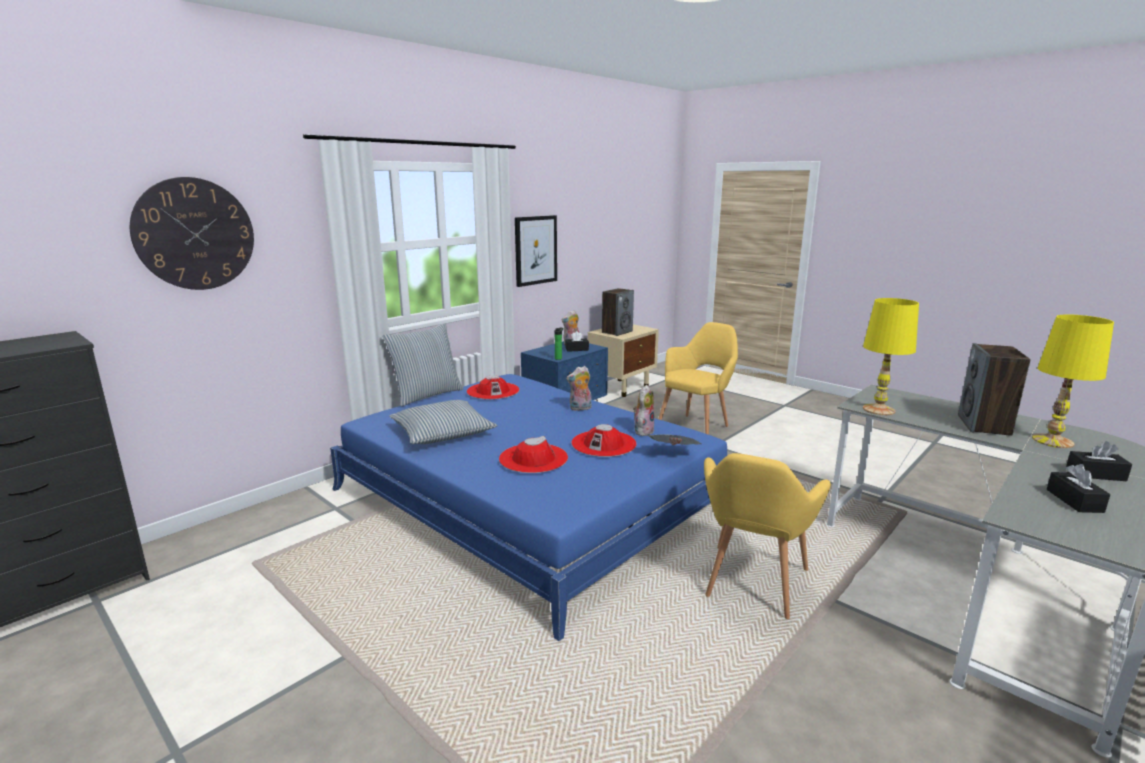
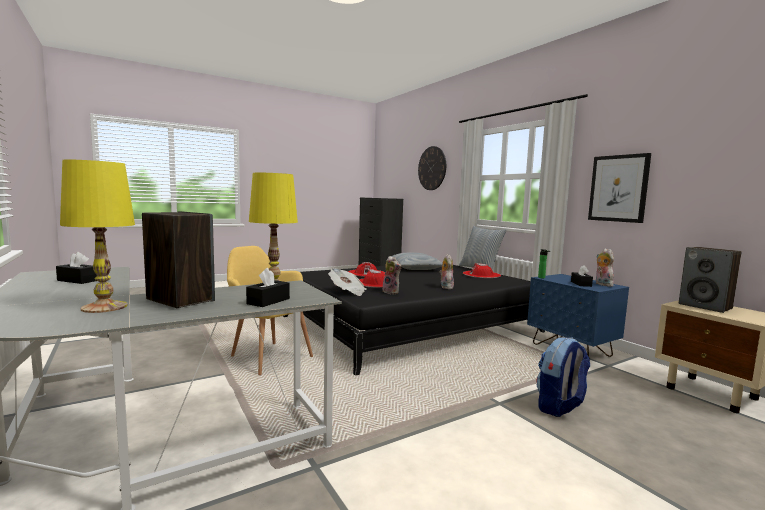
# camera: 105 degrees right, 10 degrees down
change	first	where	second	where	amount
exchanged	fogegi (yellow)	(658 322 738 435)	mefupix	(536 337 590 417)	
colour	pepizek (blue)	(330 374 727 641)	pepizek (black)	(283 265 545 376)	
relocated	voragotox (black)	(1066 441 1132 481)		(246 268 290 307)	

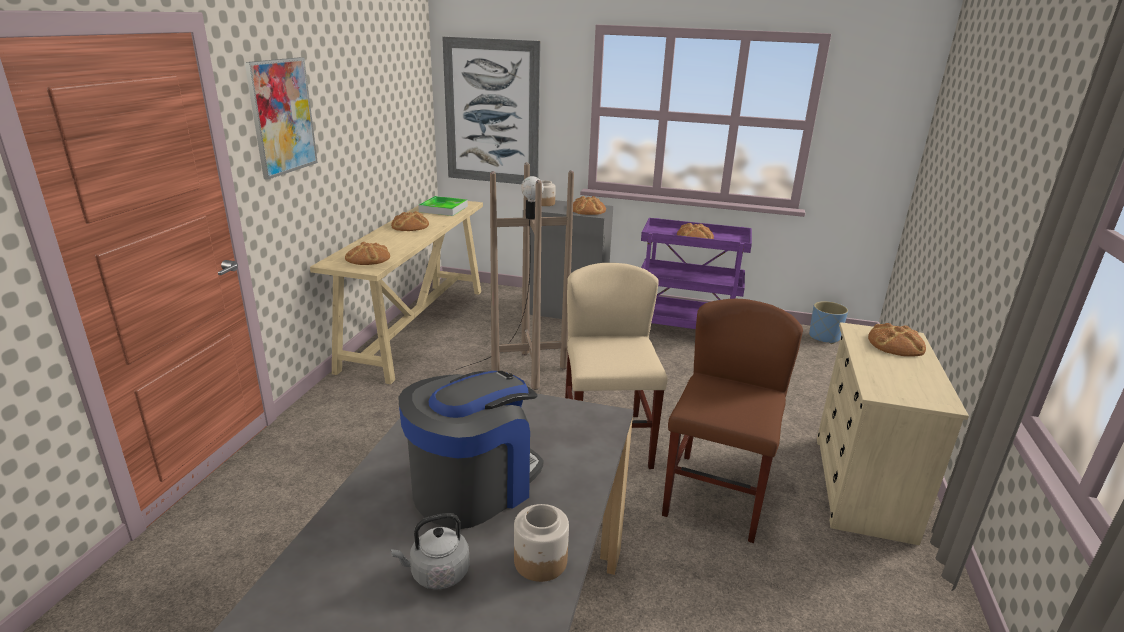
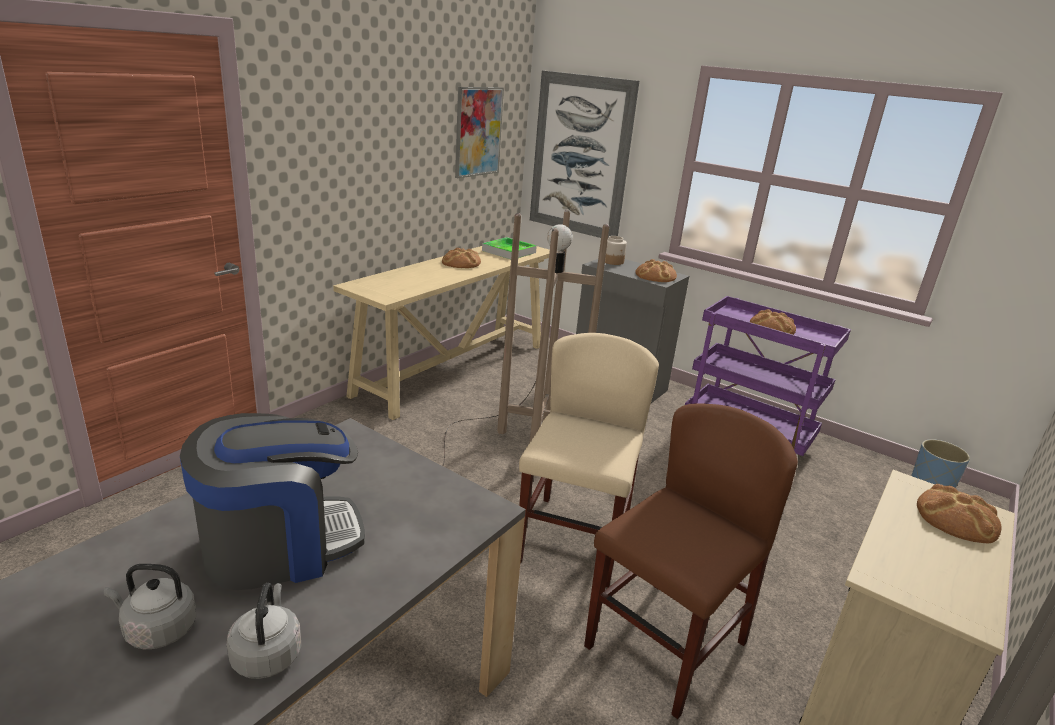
# camera: 20 degrees right, 0 degrees up
change	first	where	second	where	amount
relocated	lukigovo	(245 57 318 180)		(455 87 504 178)	
missing	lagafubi	(345 242 390 265)			
exchanged	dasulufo	(514 504 569 582)	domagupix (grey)	(227 583 301 679)	

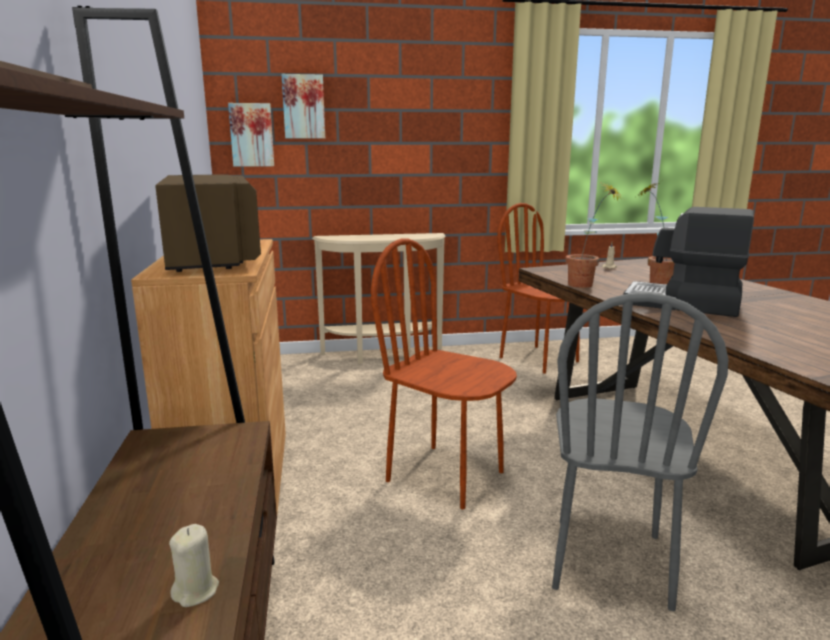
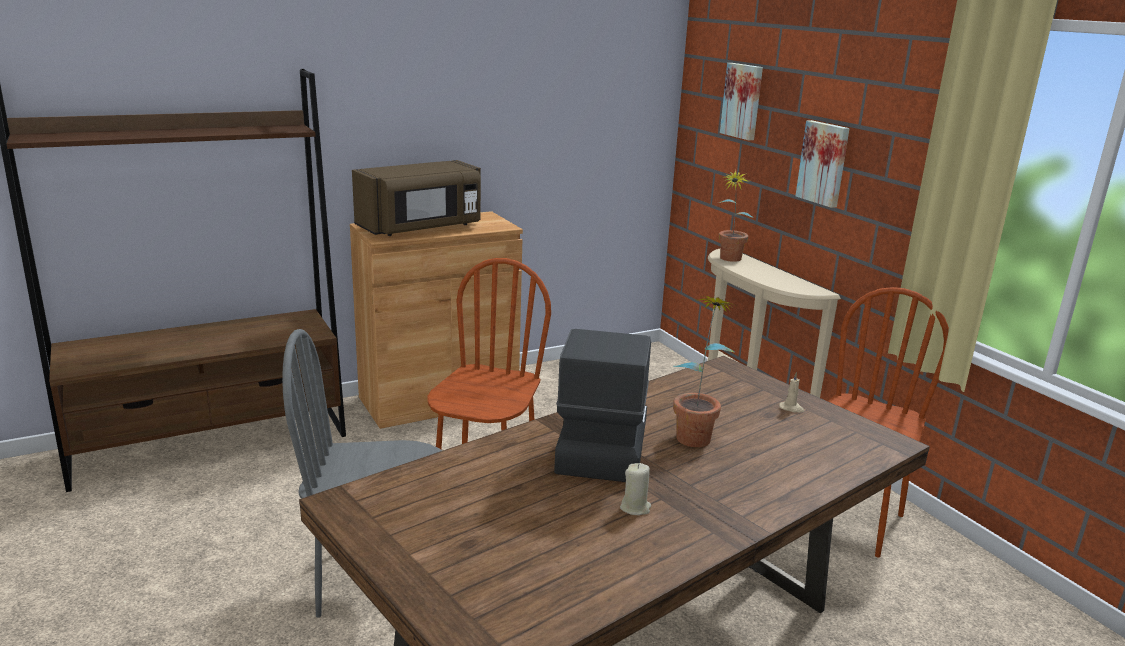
# camera: 70 degrees right, 5 degrees up
change	first	where	second	where	amount
relocated	lukigovo	(228 103 274 167)		(795 120 850 208)	
relocated	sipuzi	(566 181 623 288)		(719 169 754 262)	
relocated	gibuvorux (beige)	(169 524 219 607)		(620 463 651 515)	

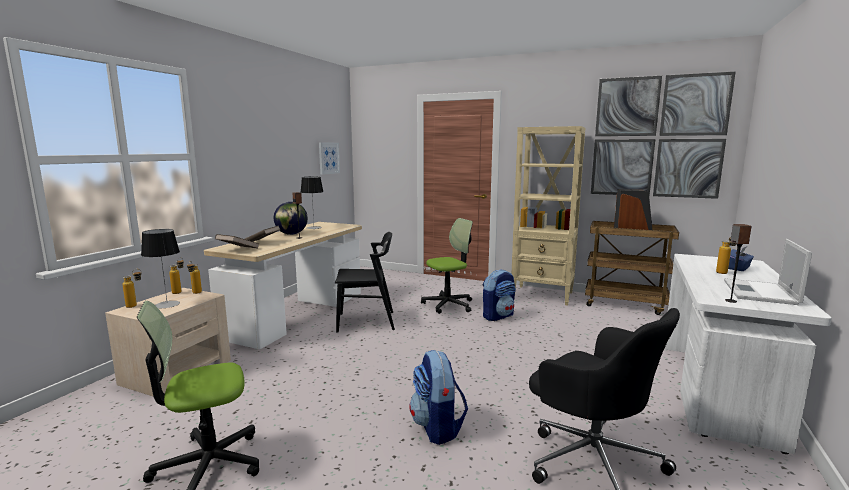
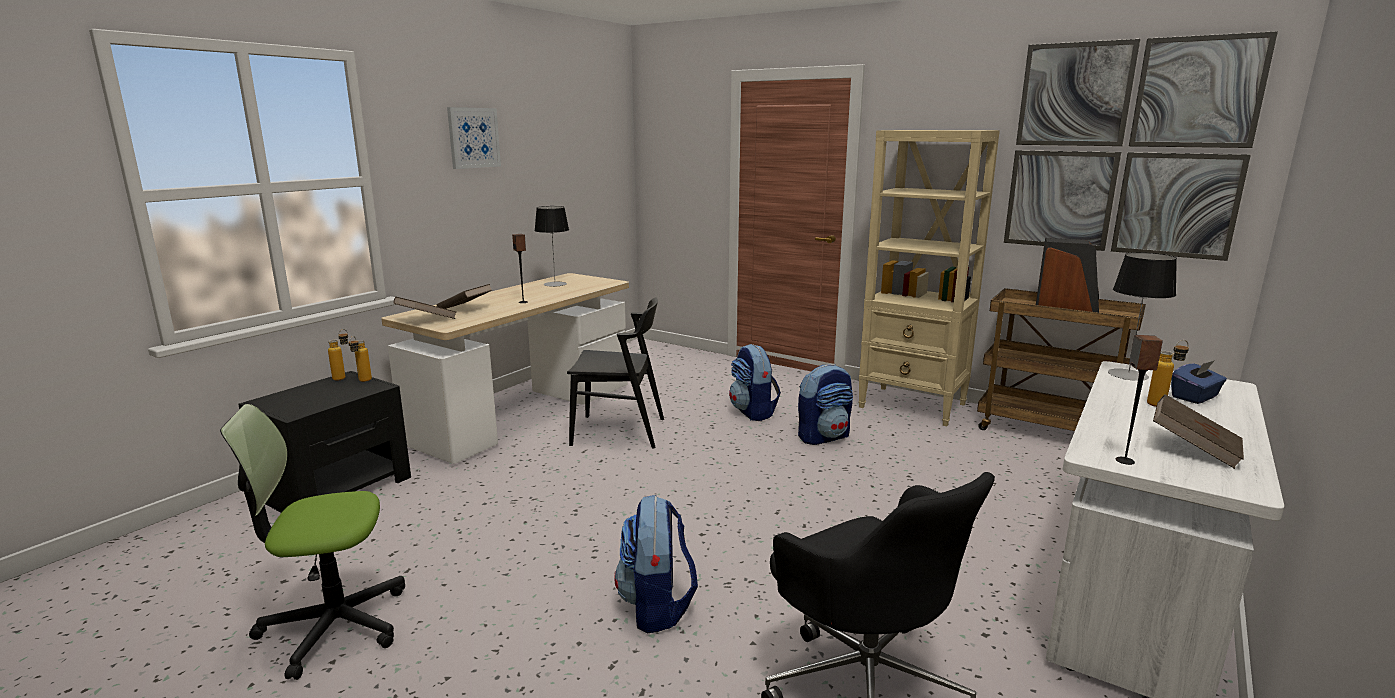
# camera: 10 degrees right, 5 degrees up
change	first	where	second	where	amount
relocated	lukigovo	(319 142 340 175)		(447 107 501 169)	
missing	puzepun	(274 202 308 235)			
exchanged	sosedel	(421 218 473 314)	mefupix	(729 344 781 421)	
relocated	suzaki	(141 229 180 308)		(1108 252 1177 381)	
exchanged	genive	(724 239 812 305)	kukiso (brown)	(1153 394 1244 469)	
missing	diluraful	(123 269 142 308)			
colour	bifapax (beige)	(105 288 231 396)	bifapax (black)	(238 371 411 513)	

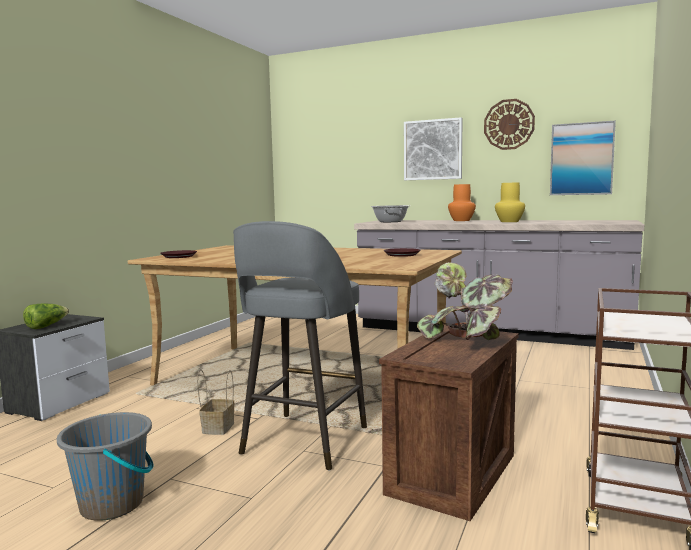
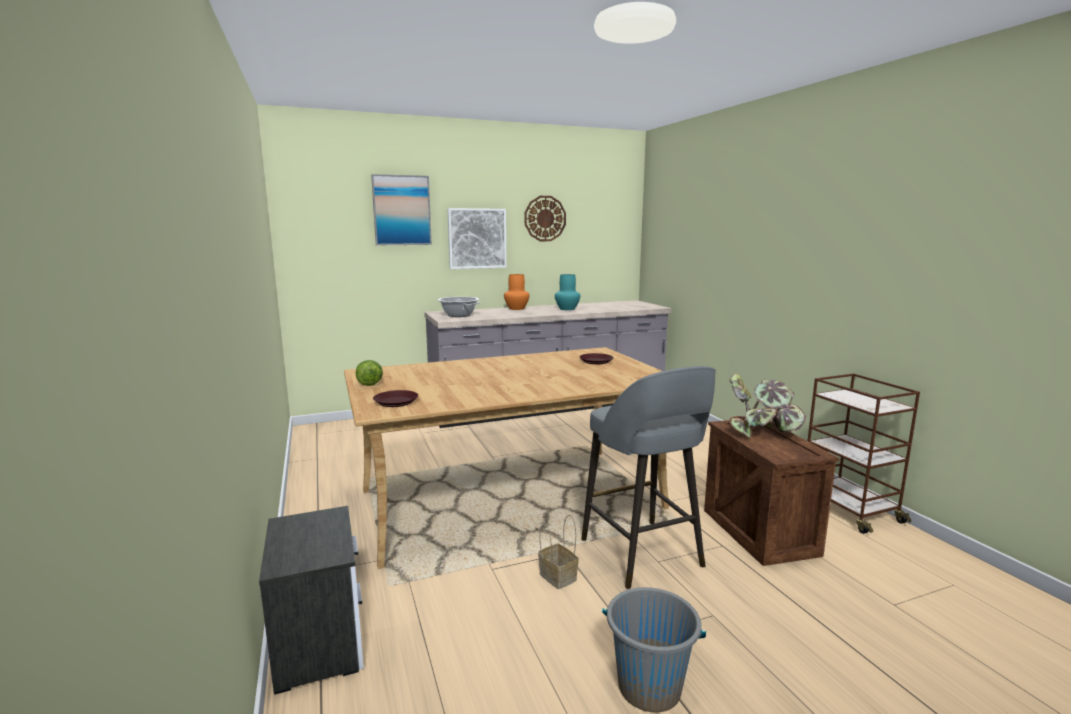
# camera: 45 degrees left, 5 degrees up
change	first	where	second	where	amount
relocated	lukigovo	(550 121 616 195)		(371 174 432 245)	
colour	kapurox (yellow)	(495 183 525 222)	kapurox (turquoise)	(555 274 580 310)	
relocated	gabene	(23 303 69 329)		(356 360 383 386)	

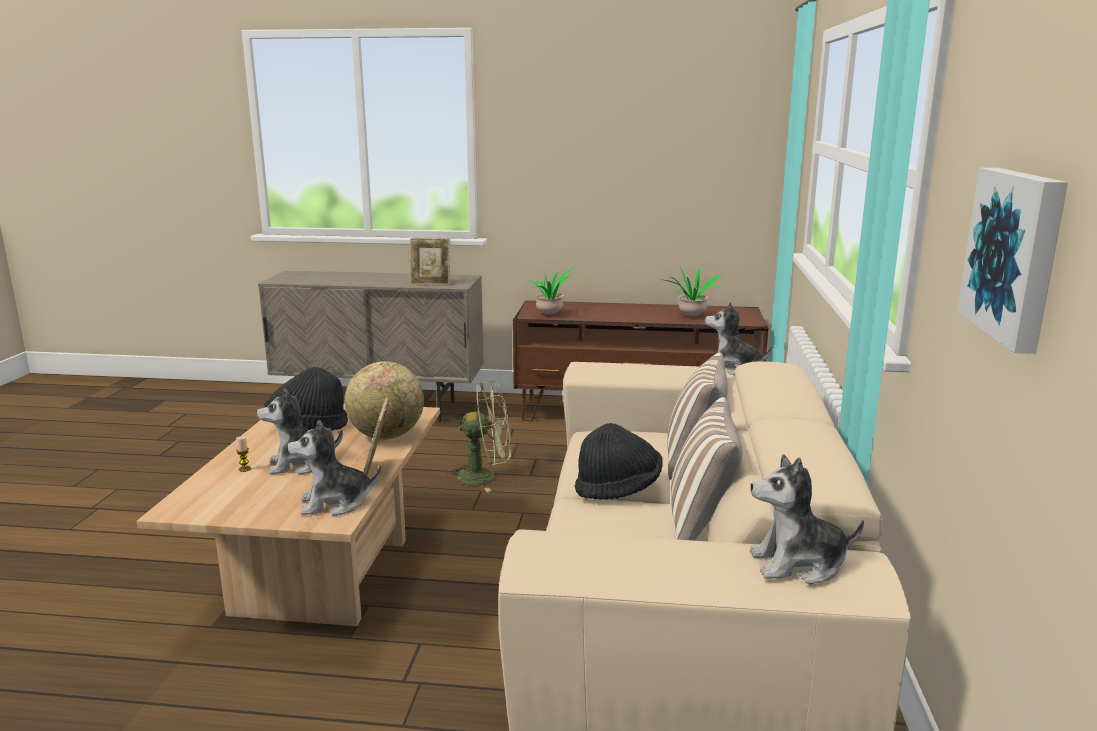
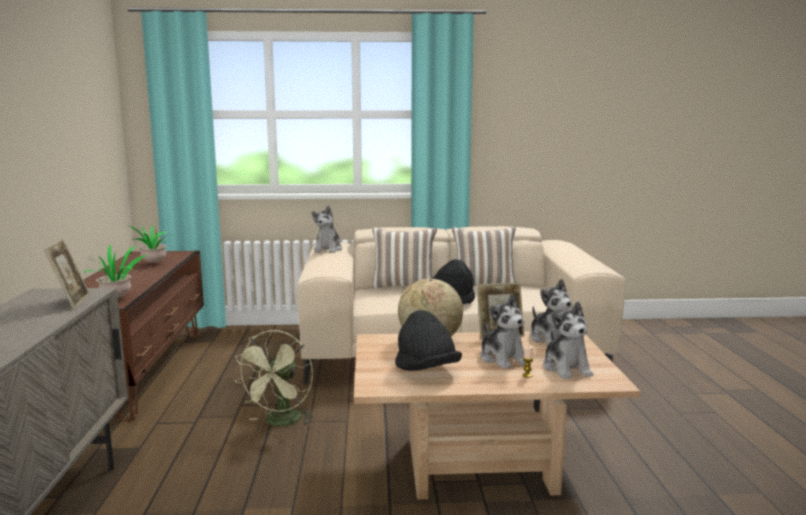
# camera: 100 degrees left, 5 degrees down
change	first	where	second	where	amount
missing	lukigovo	(957 168 1068 354)			
spun	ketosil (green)	(447 381 511 492)		(234 330 314 426)	150 degrees counterclockwise
relocated	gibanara	(750 454 864 584)		(543 301 593 379)	

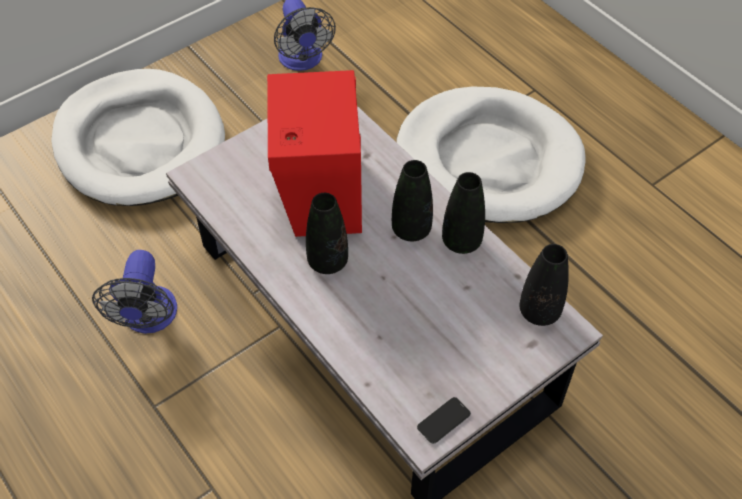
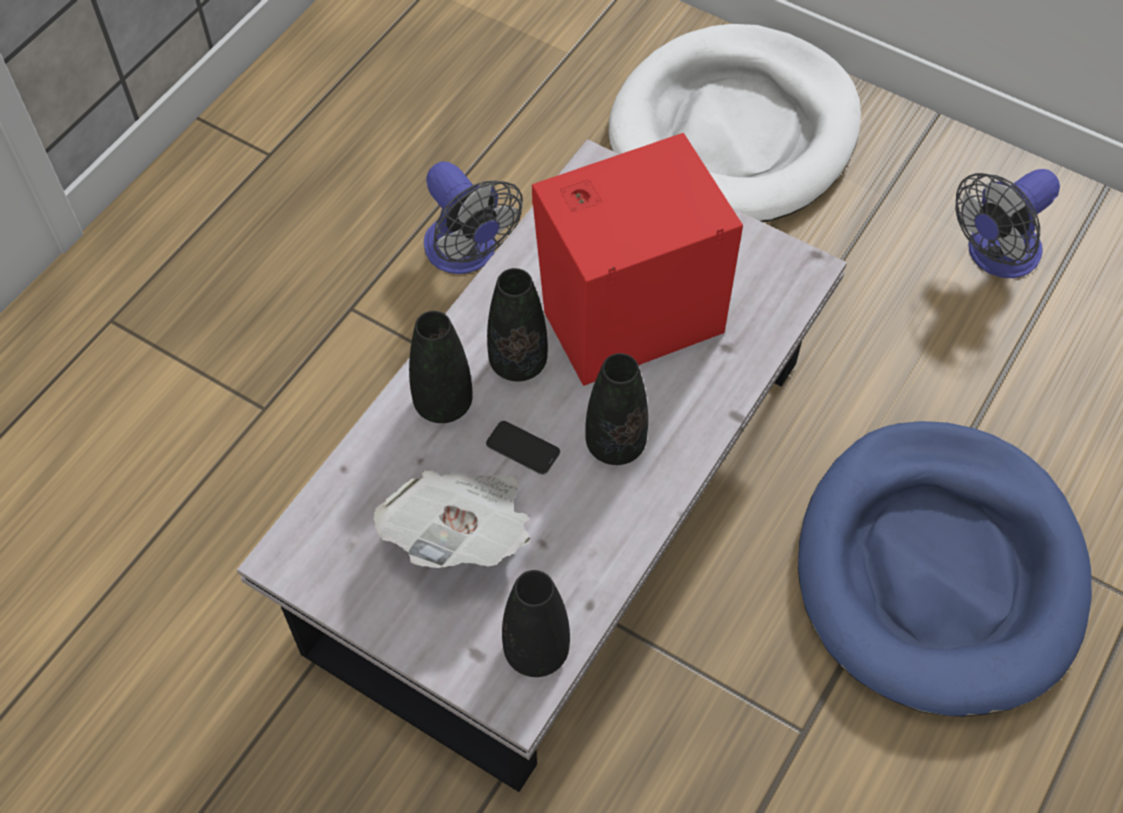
# camera: 70 degrees right, 5 degrees up
change	first	where	second	where	amount
colour	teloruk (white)	(396 87 585 223)	teloruk (blue)	(798 421 1092 717)	
relocated	kapurox (black)	(442 172 485 254)		(409 311 473 423)	
spun	ketosil	(92 250 177 334)		(424 162 523 274)	105 degrees counterclockwise
relocated	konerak	(417 397 471 444)		(486 421 560 475)	
appeared			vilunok	(373 471 530 568)	

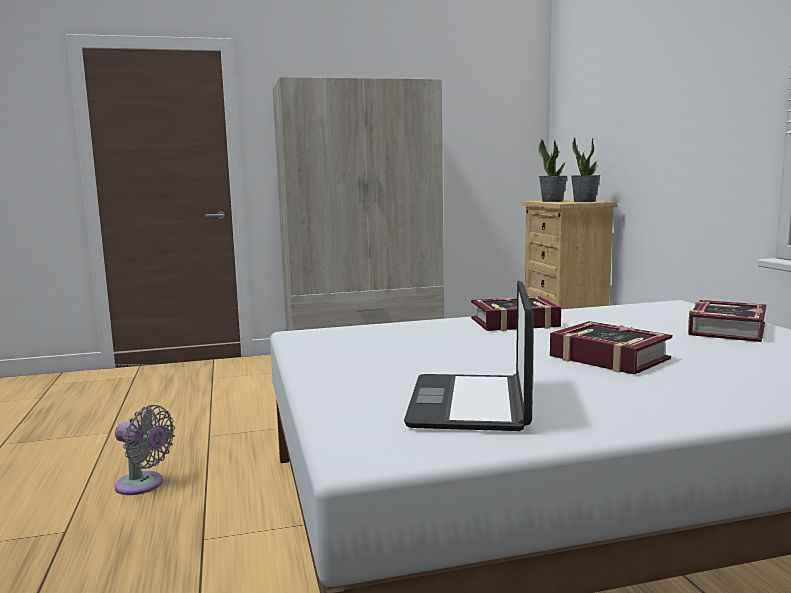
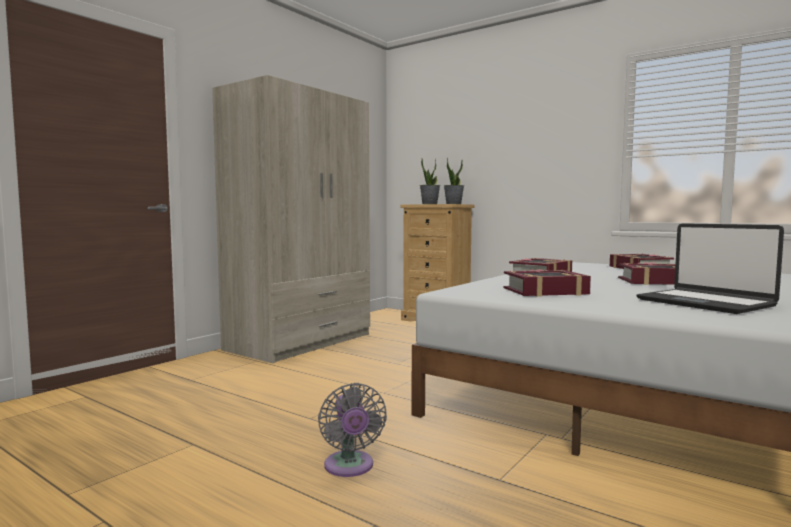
# camera: 40 degrees left, 5 degrees down
change	first	where	second	where	amount
spun	ketosil (grey)	(114 405 175 495)		(318 383 387 477)	90 degrees clockwise
appeared			kukiso	(504 269 591 297)	

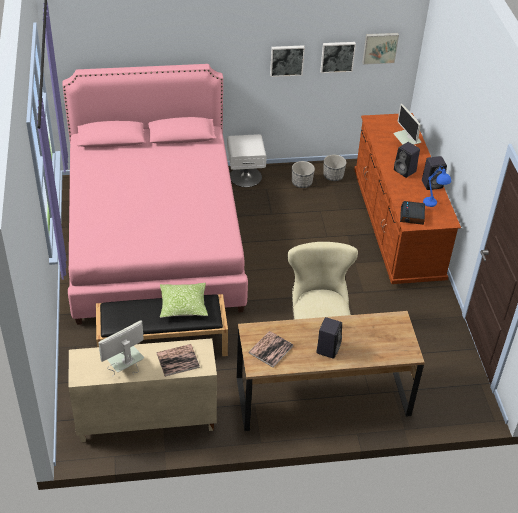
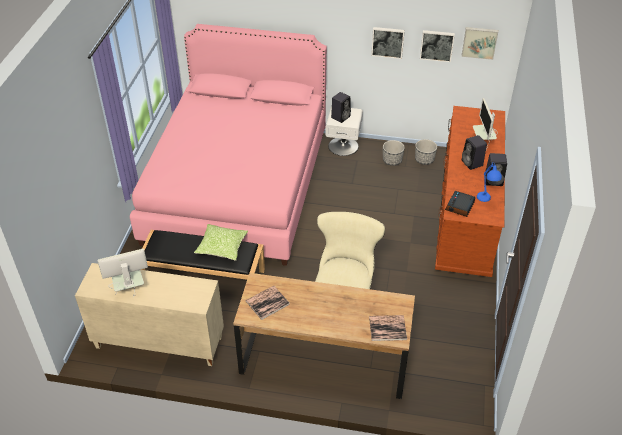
# camera: 20 degrees right, 0 degrees up
change	first	where	second	where	amount
relocated	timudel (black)	(316 317 342 359)		(331 92 351 123)	
relocated	kukiso	(156 344 200 377)		(369 315 407 341)	

